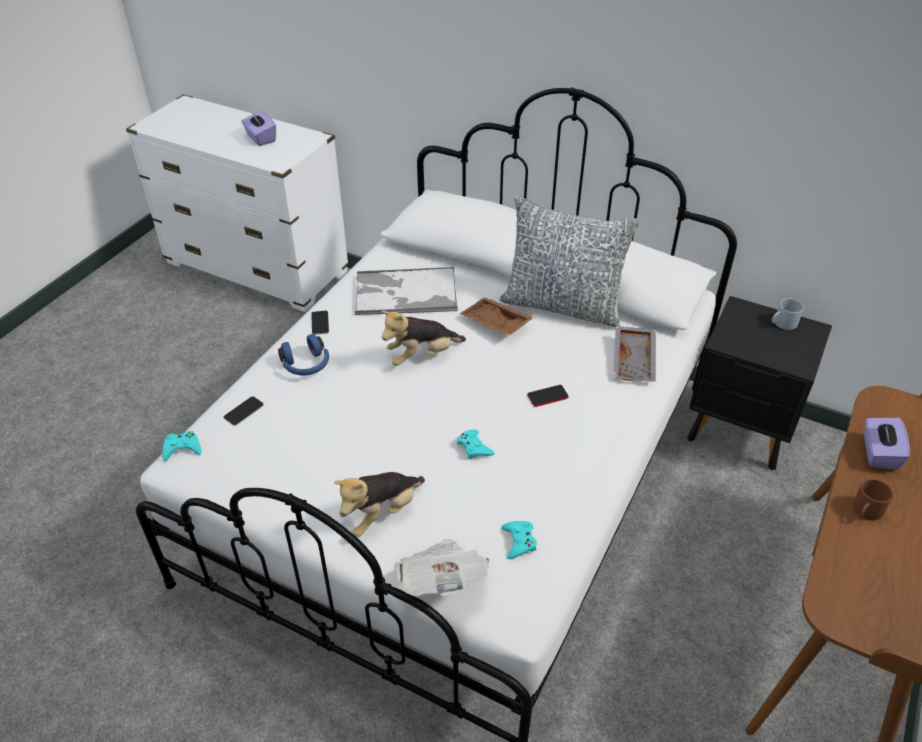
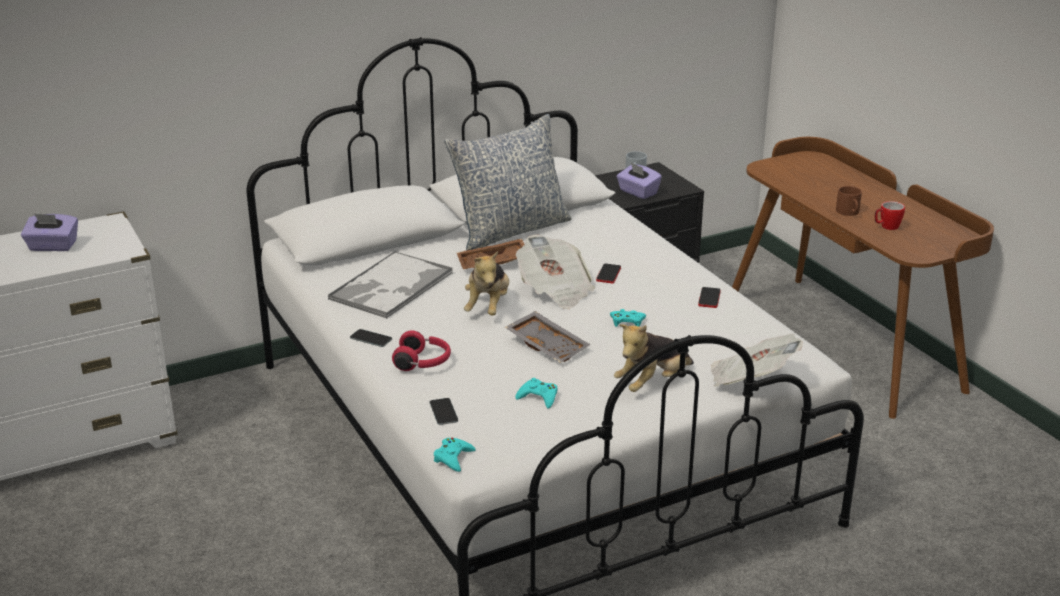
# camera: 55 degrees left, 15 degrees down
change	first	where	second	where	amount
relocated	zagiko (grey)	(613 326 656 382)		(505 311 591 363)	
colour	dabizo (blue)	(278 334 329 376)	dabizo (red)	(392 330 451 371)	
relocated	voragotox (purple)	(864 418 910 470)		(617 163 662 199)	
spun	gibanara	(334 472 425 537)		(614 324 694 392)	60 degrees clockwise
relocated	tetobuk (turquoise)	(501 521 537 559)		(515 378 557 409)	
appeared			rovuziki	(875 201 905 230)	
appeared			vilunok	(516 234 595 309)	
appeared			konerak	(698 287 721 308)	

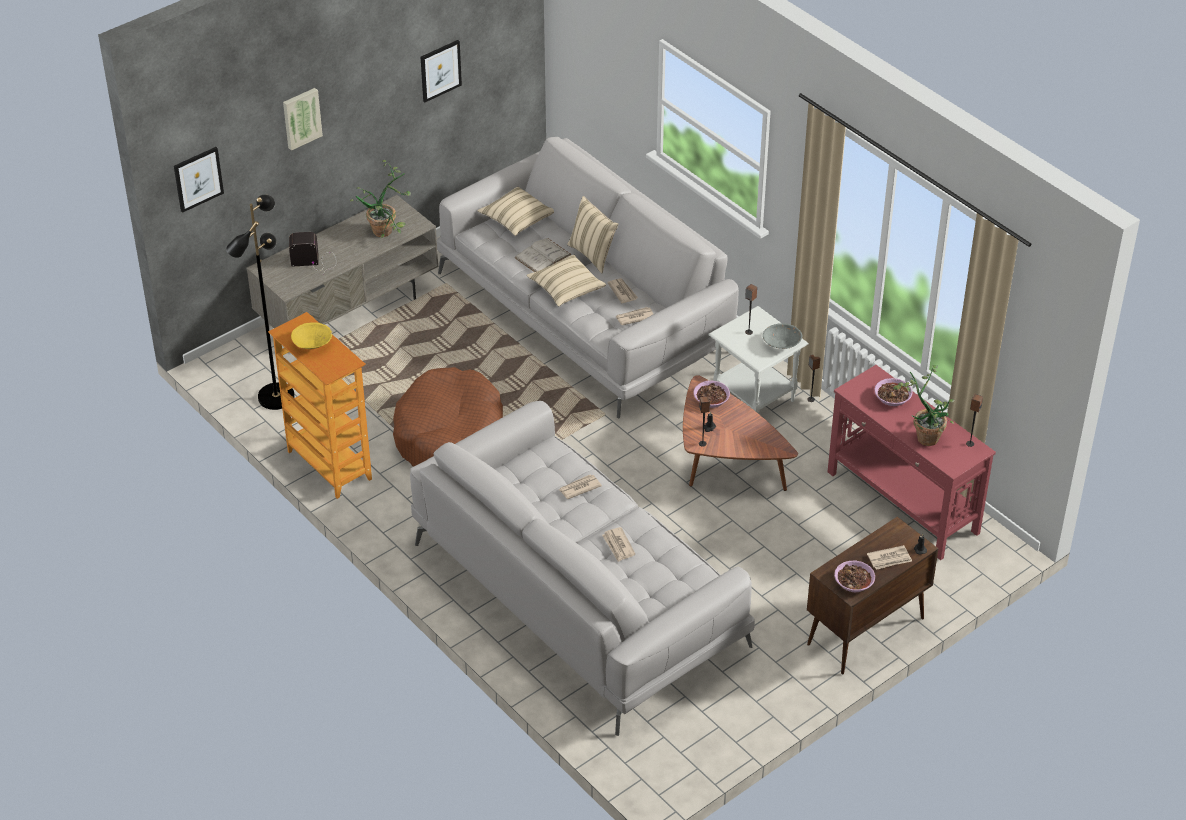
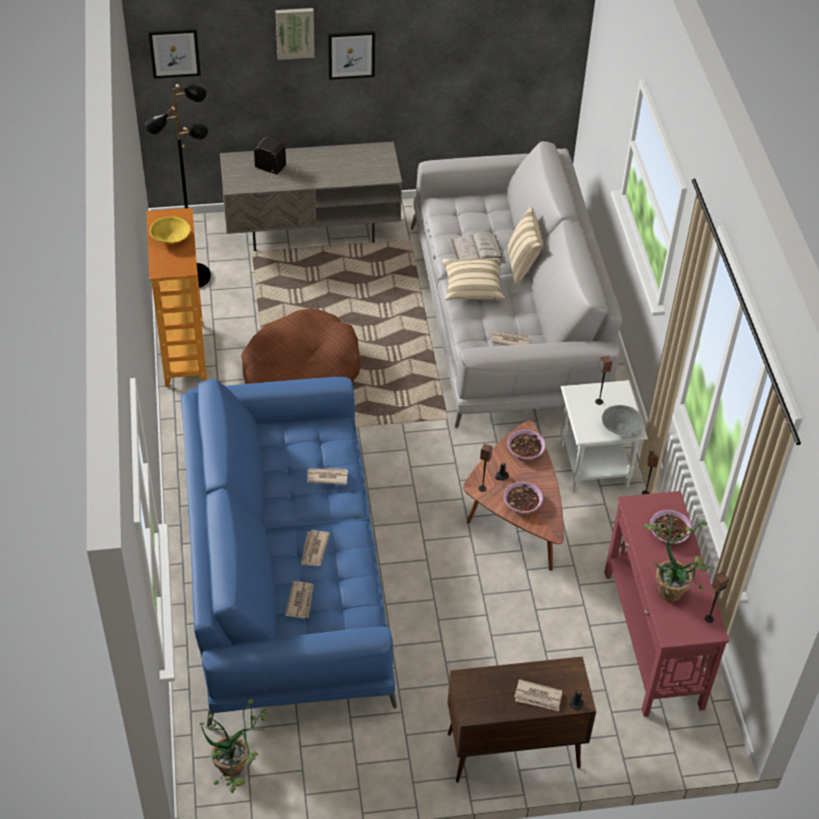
# camera: 30 degrees right, 5 degrees up
change	first	where	second	where	amount
relocated	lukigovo	(421 40 462 102)		(328 31 375 80)	
relocated	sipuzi	(350 160 411 238)		(200 698 268 793)	
missing	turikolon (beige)	(477 187 554 236)			
relocated	vilunok	(607 278 638 303)		(285 581 313 619)	
colour	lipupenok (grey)	(410 401 755 736)	lipupenok (blue)	(181 377 397 728)	
relocated	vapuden	(834 561 875 592)		(504 482 543 513)	

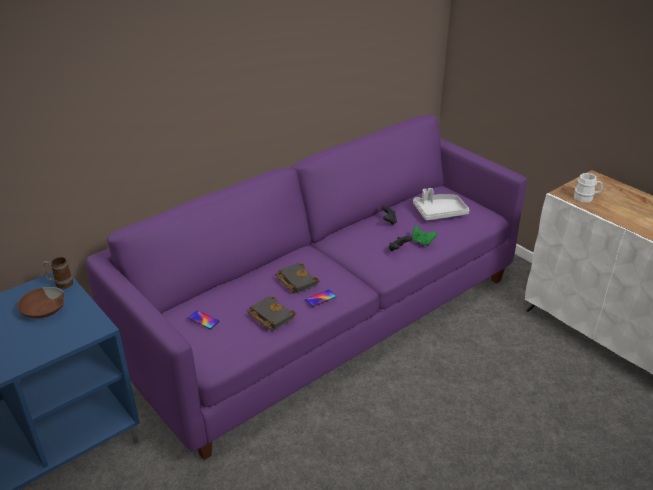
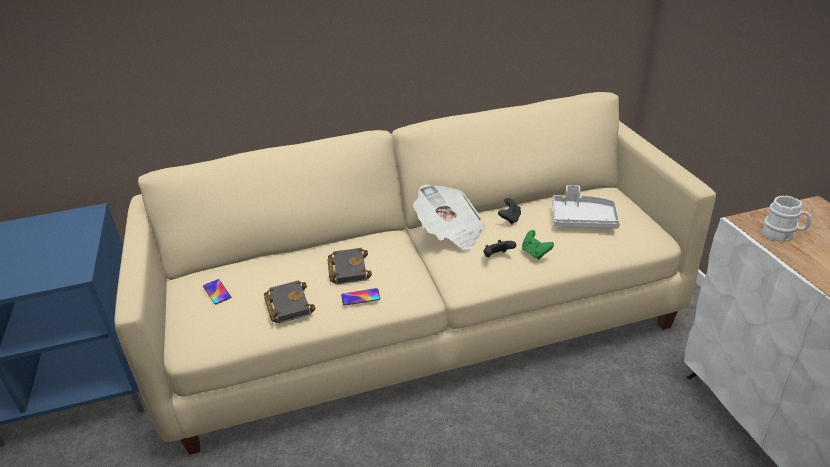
# camera: 25 degrees right, 0 degrees up
change	first	where	second	where	amount
colour	lipupenok (purple)	(86 115 527 460)	lipupenok (beige)	(115 92 716 455)	
missing	rovuziki	(42 257 73 289)			
missing	vapuden (brown)	(18 287 64 318)			
appeared			vilunok	(413 184 485 250)	

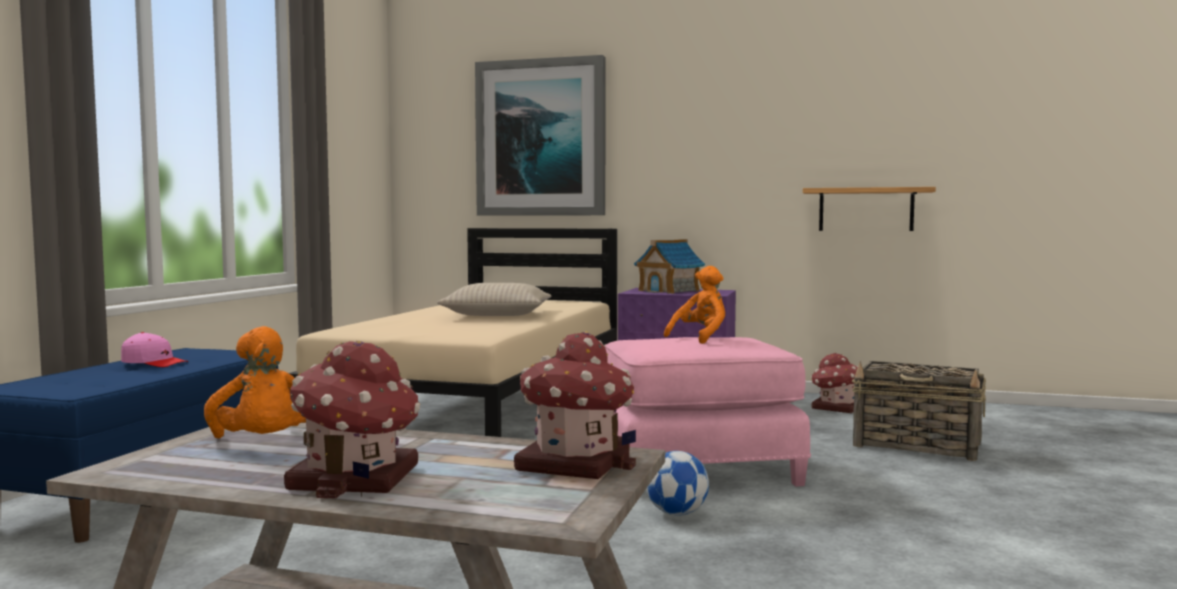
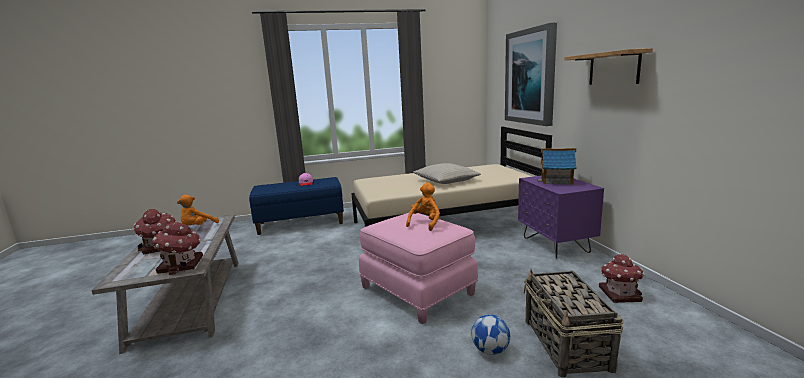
# camera: 60 degrees right, 10 degrees up
change	first	where	second	where	amount
relocated	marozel	(803 187 936 231)		(564 48 653 85)	
spun	gibanara (orange)	(664 266 725 344)		(406 182 440 231)	75 degrees counterclockwise
relocated	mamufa	(646 451 709 516)		(471 314 510 355)	

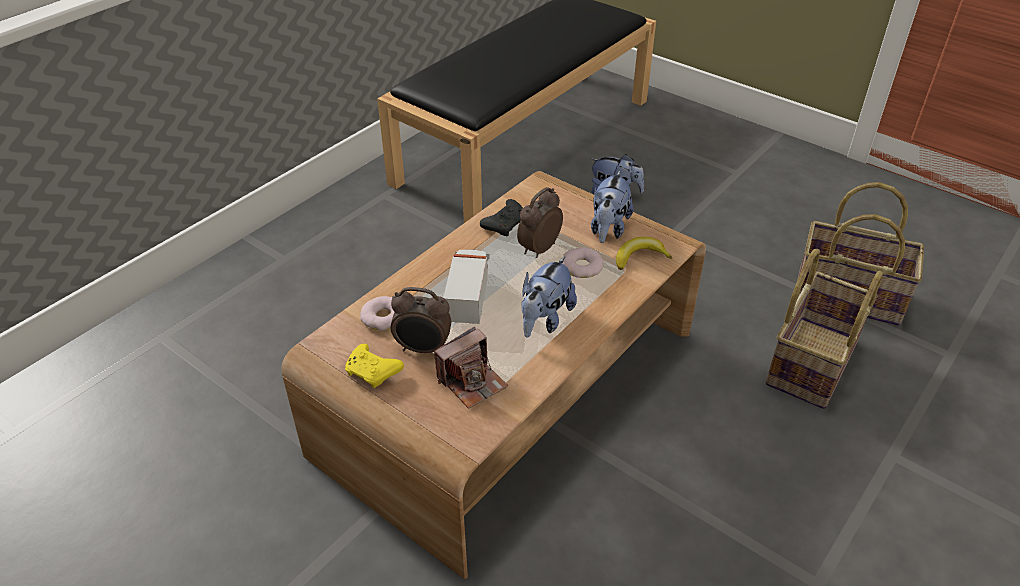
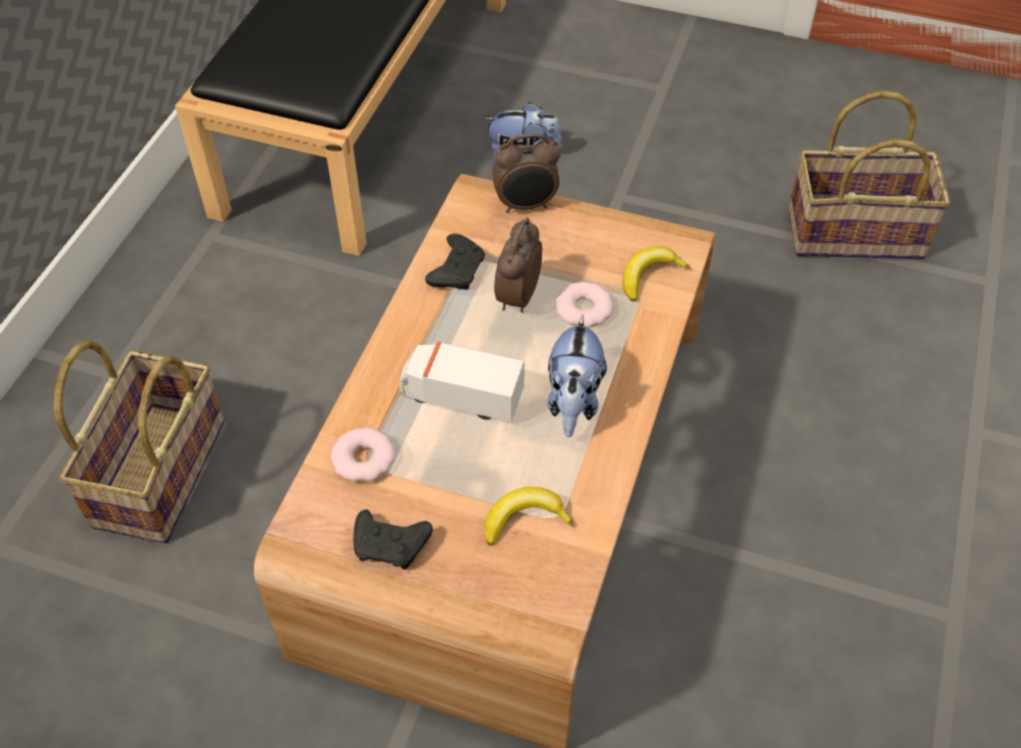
# camera: 20 degrees left, 10 degrees up
change	first	where	second	where	amount
missing	gibanara	(591 171 633 243)			
spun	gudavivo	(443 249 489 324)		(399 341 524 422)	60 degrees counterclockwise
relocated	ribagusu	(766 249 883 409)		(54 340 224 543)	
relocated	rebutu	(391 287 451 353)		(492 133 560 213)	
exchanged	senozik	(434 327 508 409)	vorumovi	(484 487 574 545)	
colour	tetobuk (yellow)	(345 344 404 388)	tetobuk (black)	(354 510 433 570)	

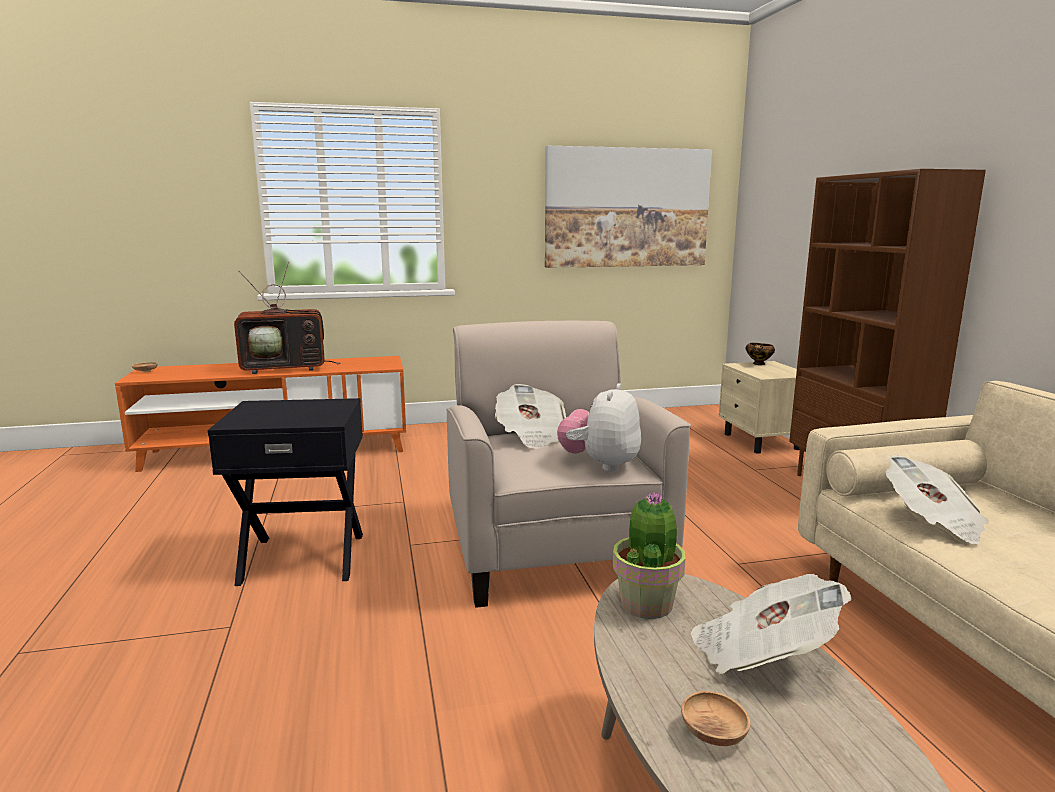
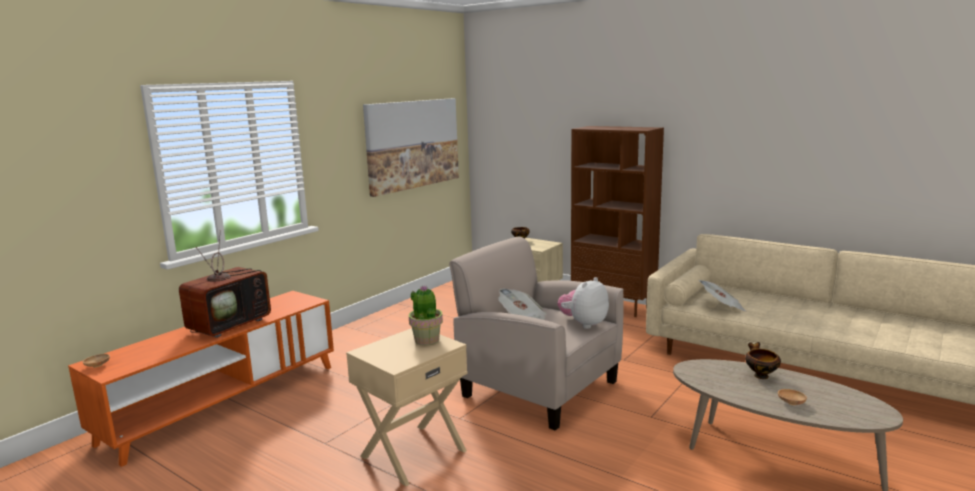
# camera: 40 degrees left, 0 degrees up
change	first	where	second	where	amount
spun	gibanara	(557 383 641 472)		(558 277 609 329)	60 degrees clockwise
colour	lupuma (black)	(208 398 363 586)	lupuma (beige)	(346 328 467 486)	
relocated	sipuzi	(613 492 685 619)		(409 285 443 345)	
exchanged	vilunok	(690 574 851 674)	vapuden	(745 342 781 379)	

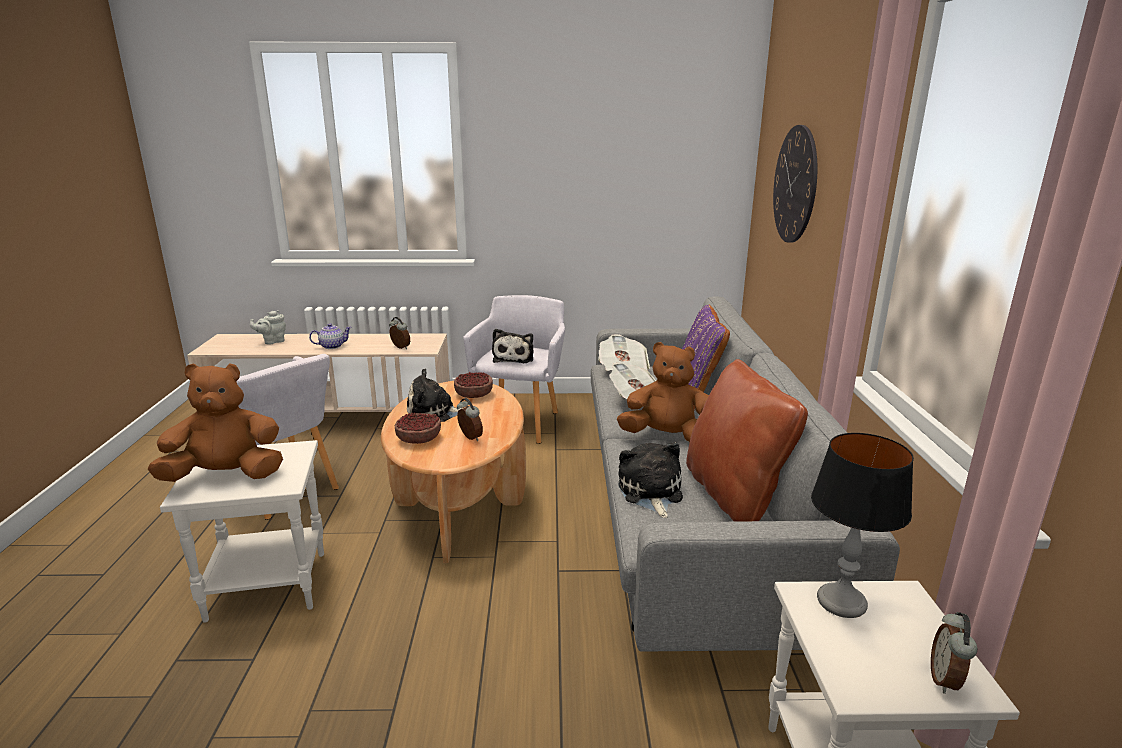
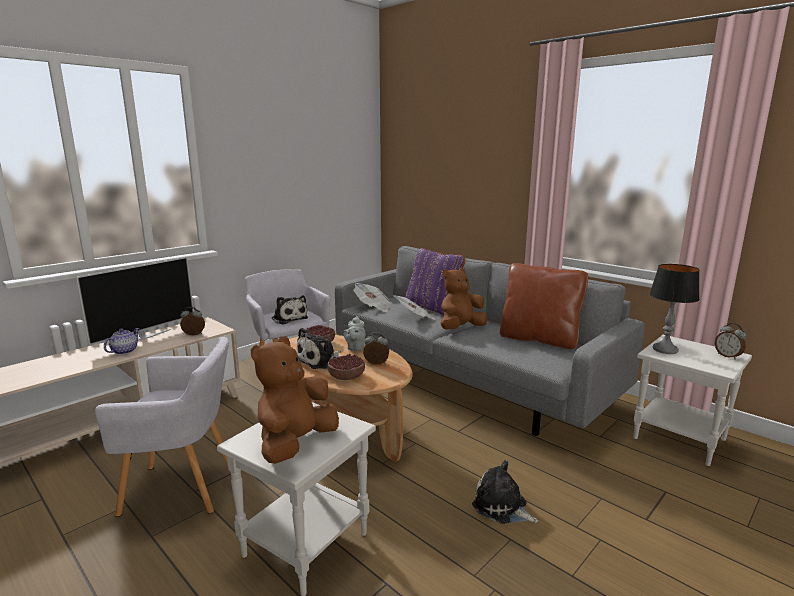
# camera: 45 degrees left, 5 degrees down
change	first	where	second	where	amount
missing	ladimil	(773 125 817 243)			
relocated	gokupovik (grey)	(250 310 286 345)		(344 316 366 351)	
relocated	gibanara	(618 442 683 518)		(472 460 539 524)	
appeared			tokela	(76 257 194 345)	

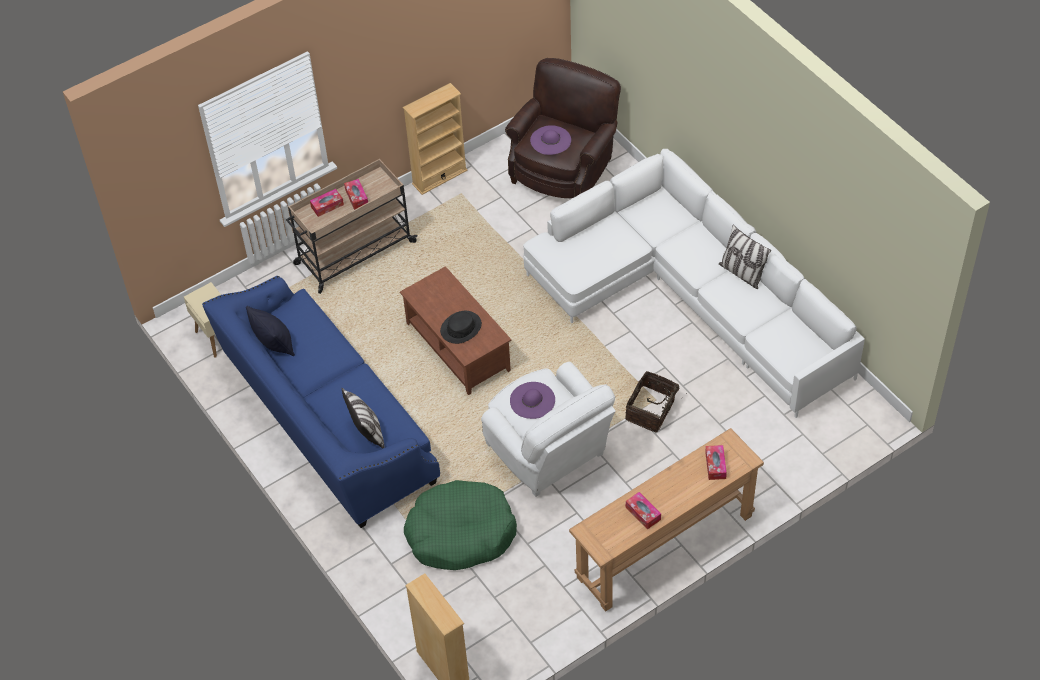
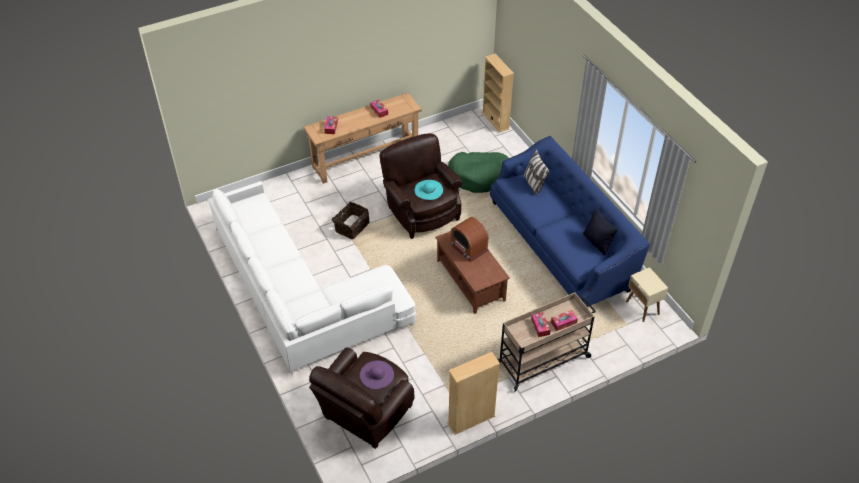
# camera: 175 degrees left, 5 degrees down
change	first	where	second	where	amount
missing	turikolon	(719 225 771 289)			
exchanged	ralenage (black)	(440 311 482 344)	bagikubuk	(449 217 489 262)	
colour	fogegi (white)	(481 362 616 497)	fogegi (brown)	(380 133 463 239)	
colour	ralenage (purple)	(510 382 555 419)	ralenage (turquoise)	(414 180 443 200)	

